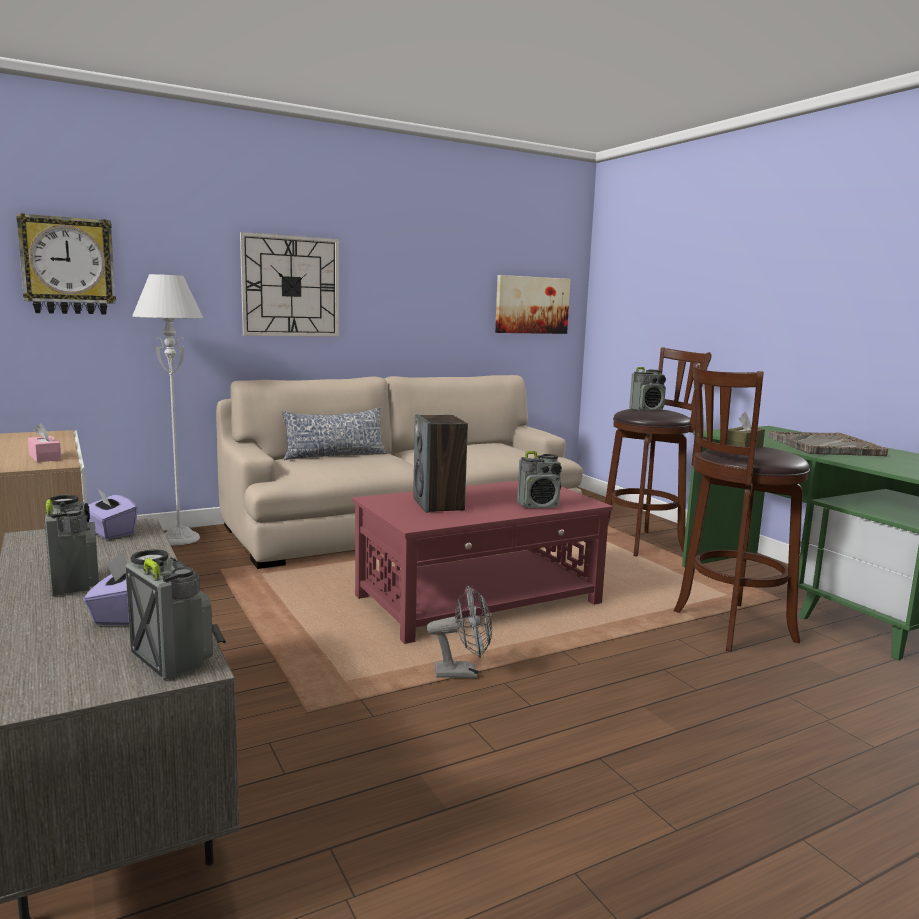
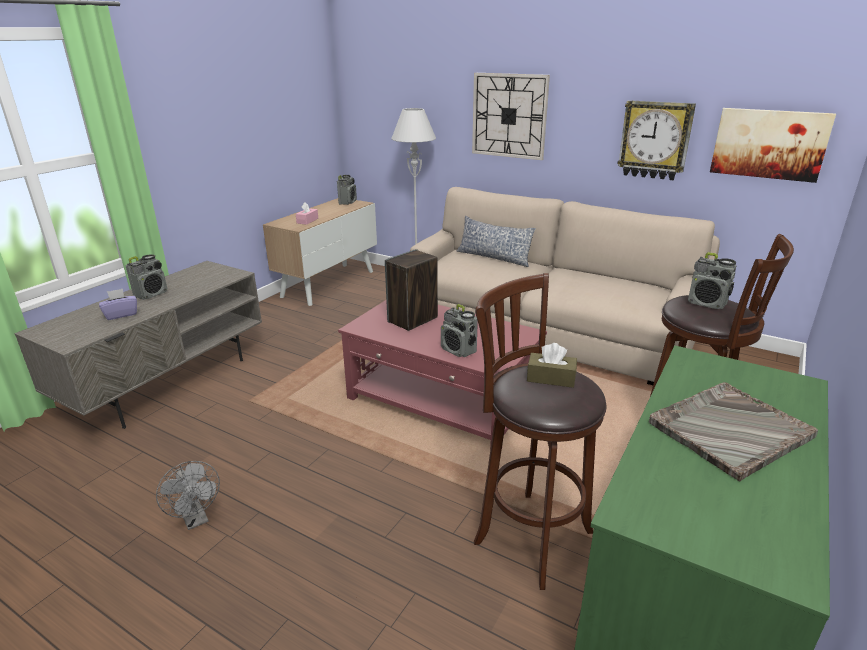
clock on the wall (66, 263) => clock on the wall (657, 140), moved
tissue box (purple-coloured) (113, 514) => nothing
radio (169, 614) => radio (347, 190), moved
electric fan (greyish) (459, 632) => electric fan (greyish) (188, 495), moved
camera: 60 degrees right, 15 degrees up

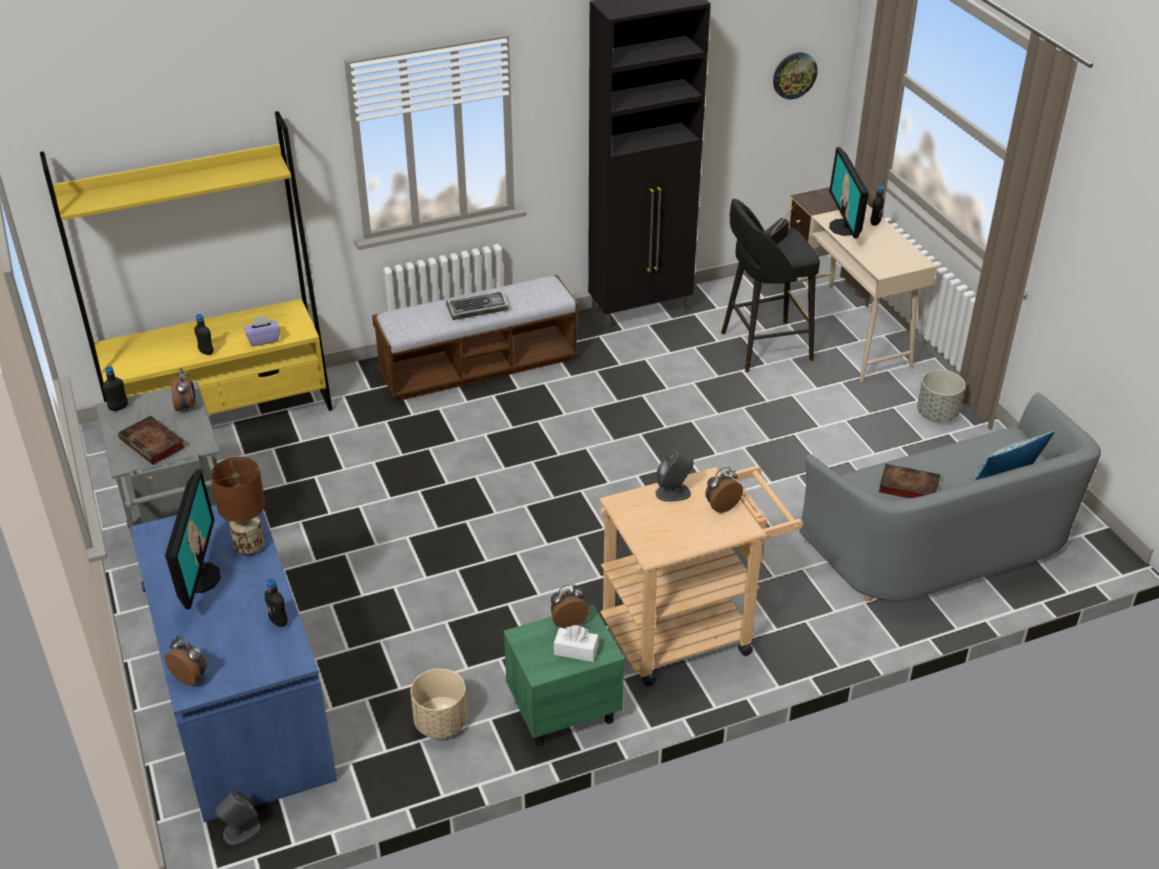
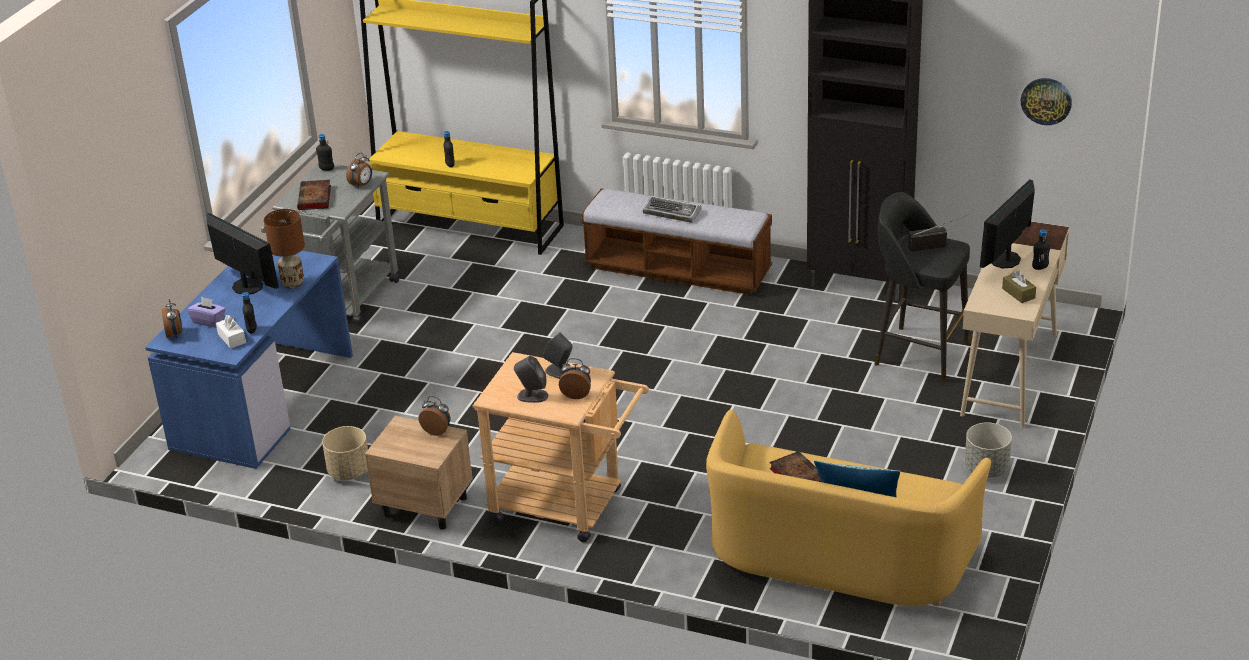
tissue box (purple-coloured) (262, 331) => tissue box (purple-coloured) (206, 312), moved
settee (greyish) (950, 496) => settee (yellowish) (848, 508)
computer display (193, 539) => computer display (242, 253), 90 degrees counterclockwise
night table (greenish) (564, 675) => night table (beige) (419, 473)
tissue box (white-coloured) (576, 643) => tissue box (white-coloured) (231, 331), moved
speaker (greyish) (238, 817) => speaker (greyish) (531, 379), moved
nothing => tissue box (brownish) (1019, 286)
camera: 45 degrees right, 5 degrees down

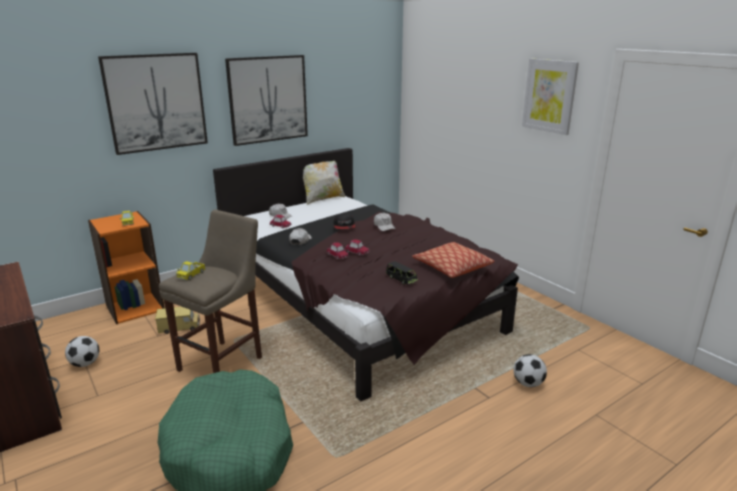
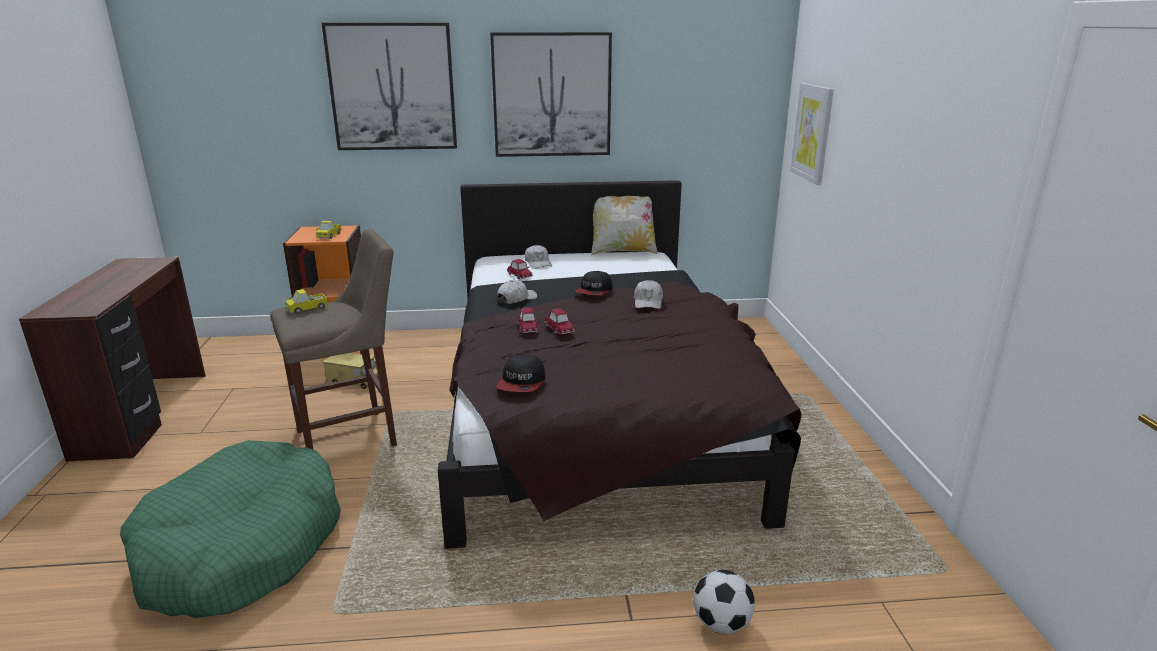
wall art (550, 96) => wall art (812, 134), moved
pillow (453, 260) => nothing
model car (black-coloured) (402, 273) => nothing
football (82, 351) => nothing
nothing => peaked cap (520, 373)
camera: 30 degrees right, 0 degrees up

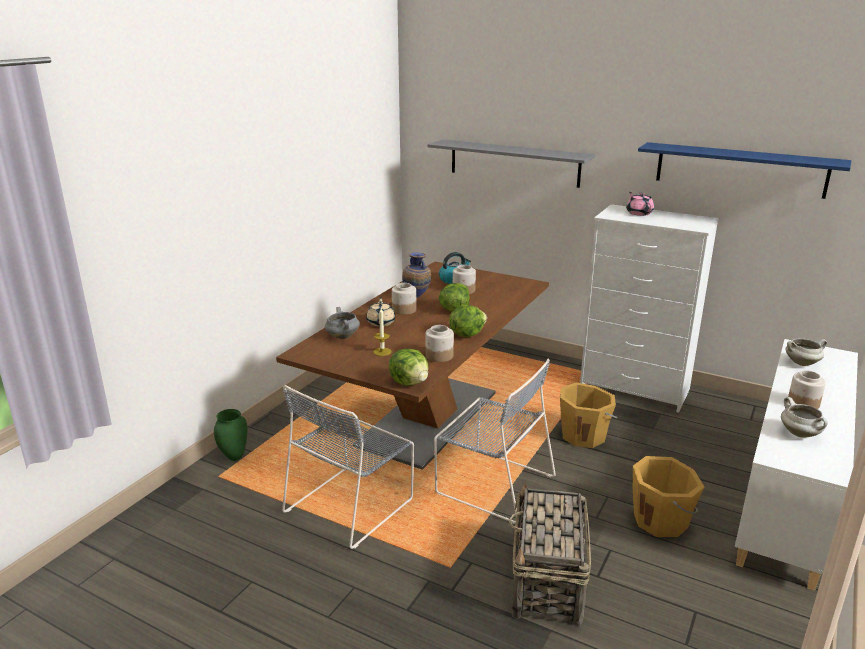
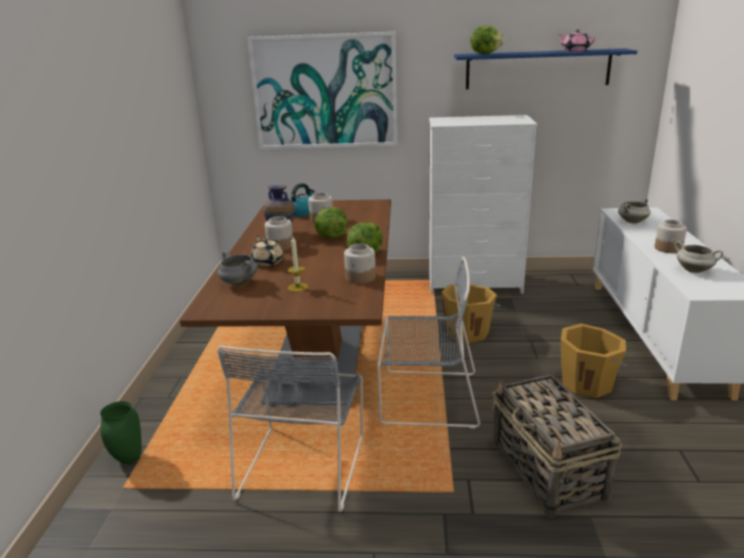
shelf (greyish) (511, 163) => wall art (322, 90)
teapot (pinkish) (640, 204) => teapot (pinkish) (576, 40), moved
lettuce (409, 367) => lettuce (487, 40), moved
camera: 25 degrees left, 0 degrees up

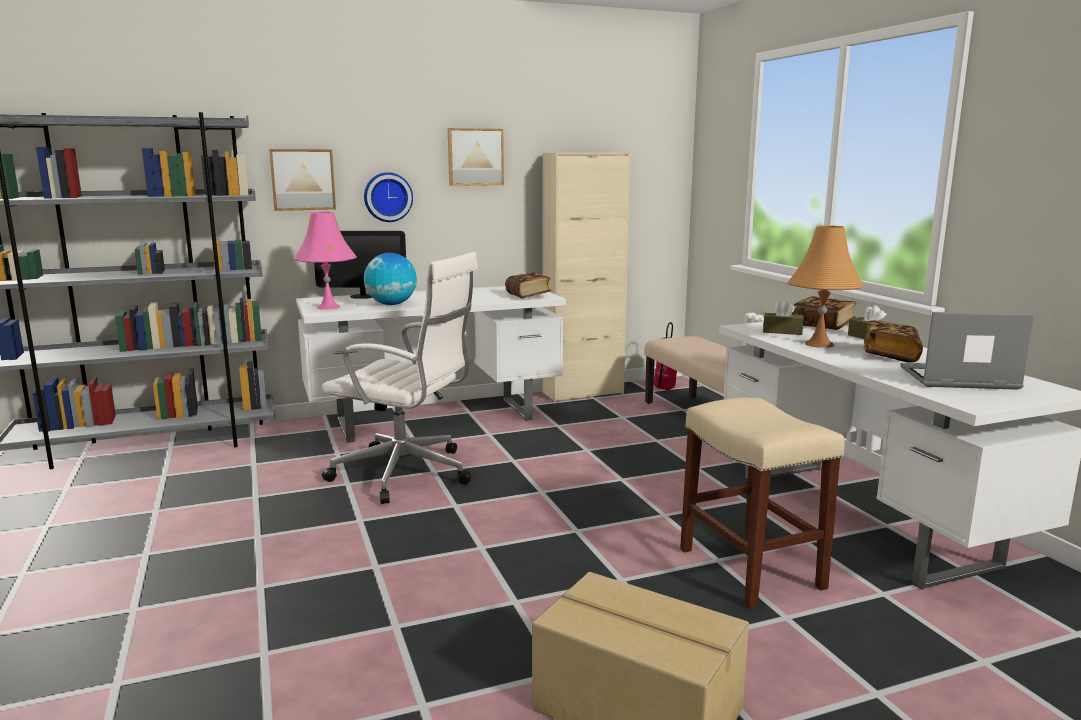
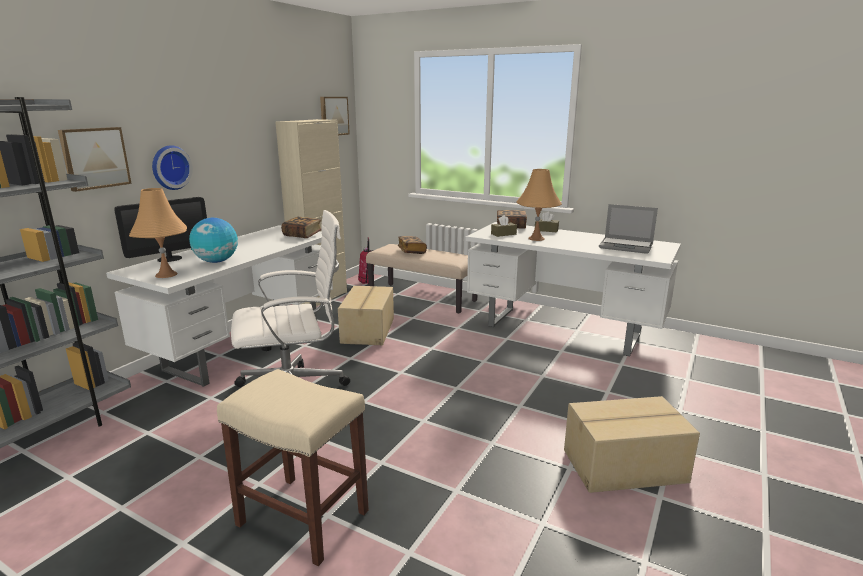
wall art (476, 157) => wall art (335, 116), moved
table lamp (pinkish) (325, 260) => table lamp (orange) (158, 233)
notebook computer (967, 351) => notebook computer (628, 229), 120 degrees counterclockwise
book (893, 341) => book (412, 245), moved
stool seat (beige) (762, 502) => stool seat (beige) (293, 467), moved
nothing => cardboard box (366, 315)
camera: 40 degrees left, 5 degrees up

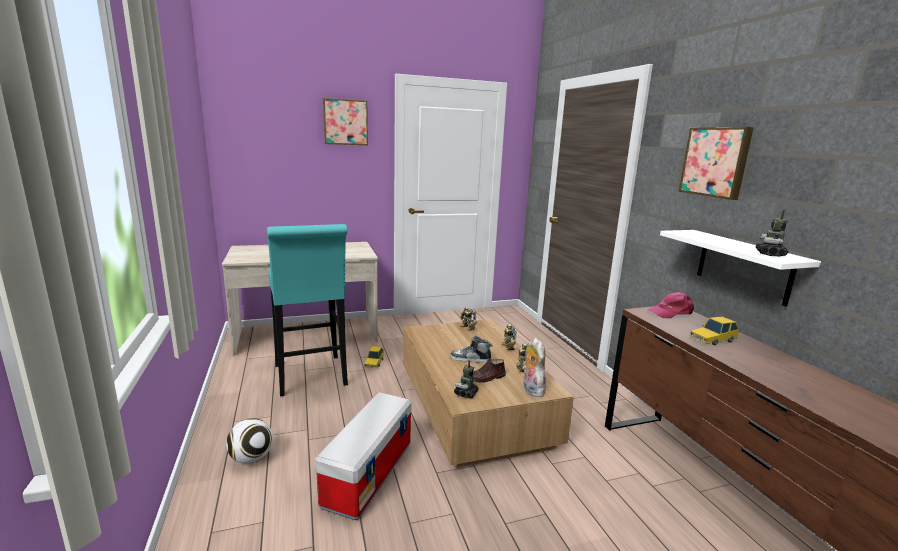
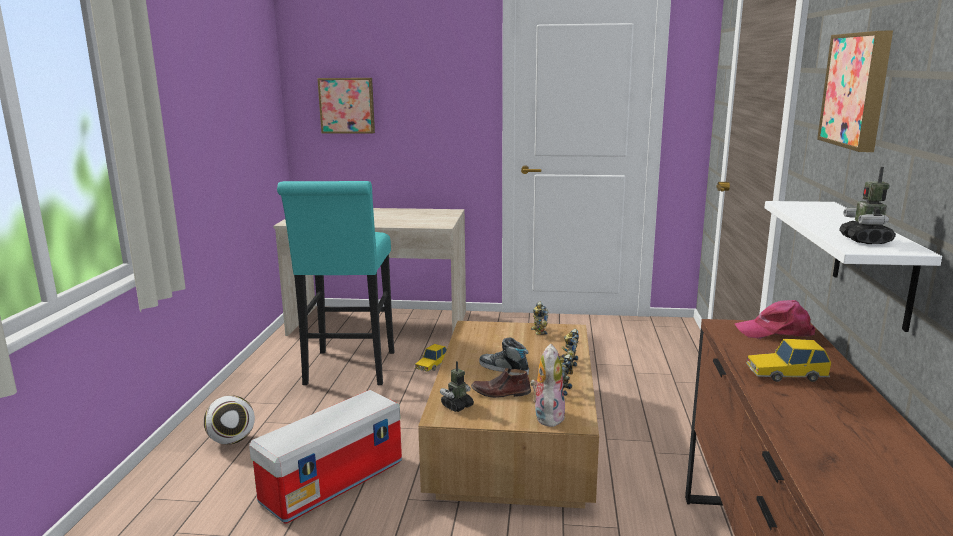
wall art (345, 121) => wall art (346, 106), moved
model robot (771, 233) => model robot (867, 205), 45 degrees counterclockwise
camera: 25 degrees right, 0 degrees up

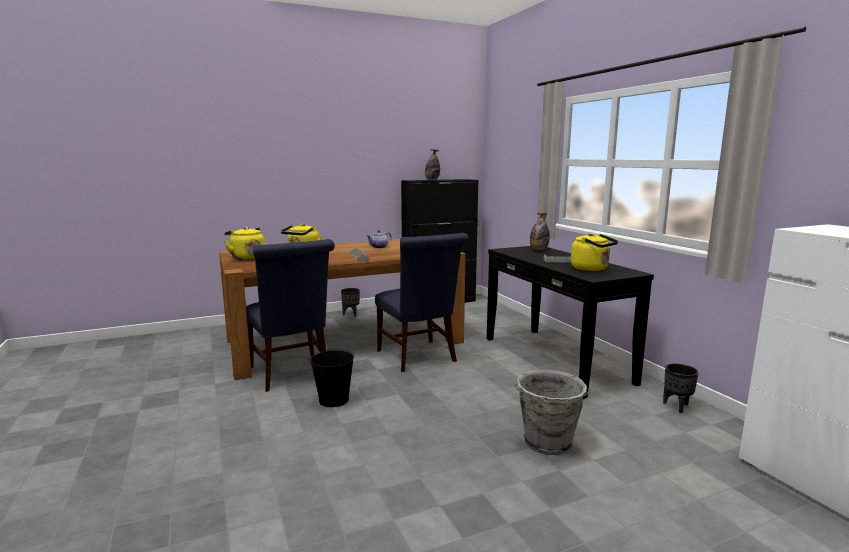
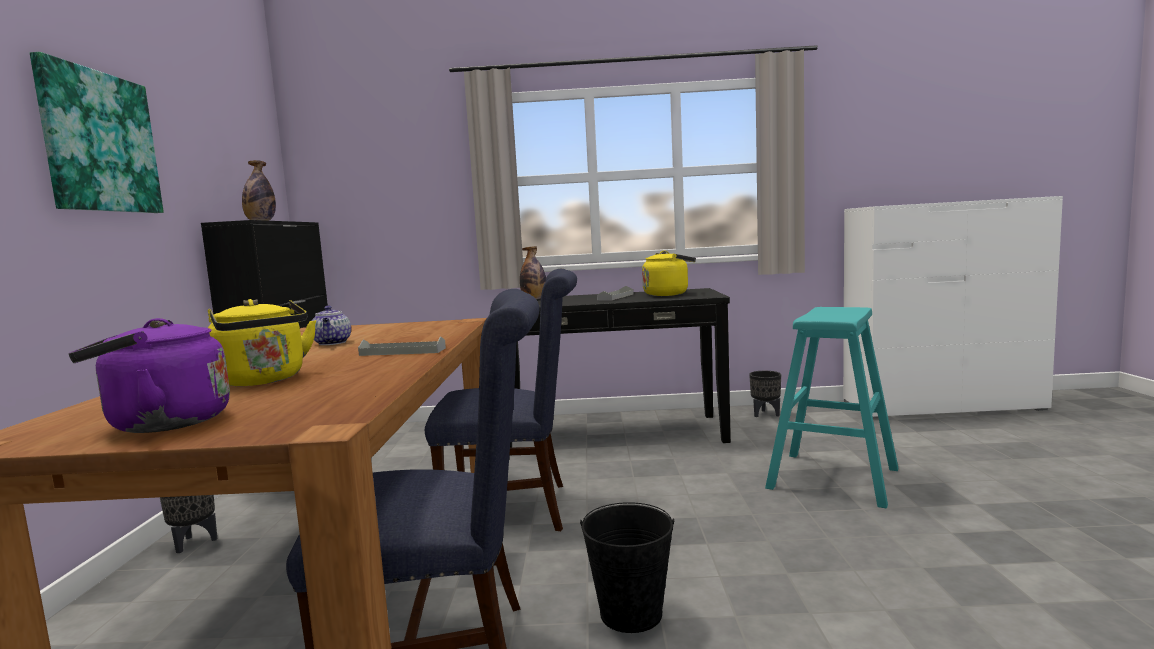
water kettle (yellowish) (244, 243) => water kettle (purple-coloured) (149, 375)
pail (greyish) (552, 412) => stool seat (blue-green) (832, 408)
nothing => wall art (97, 132)
camera: 65 degrees left, 5 degrees down

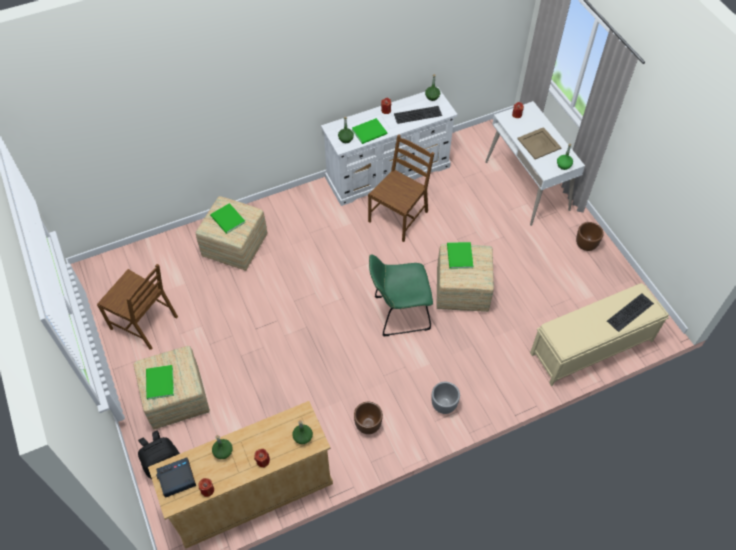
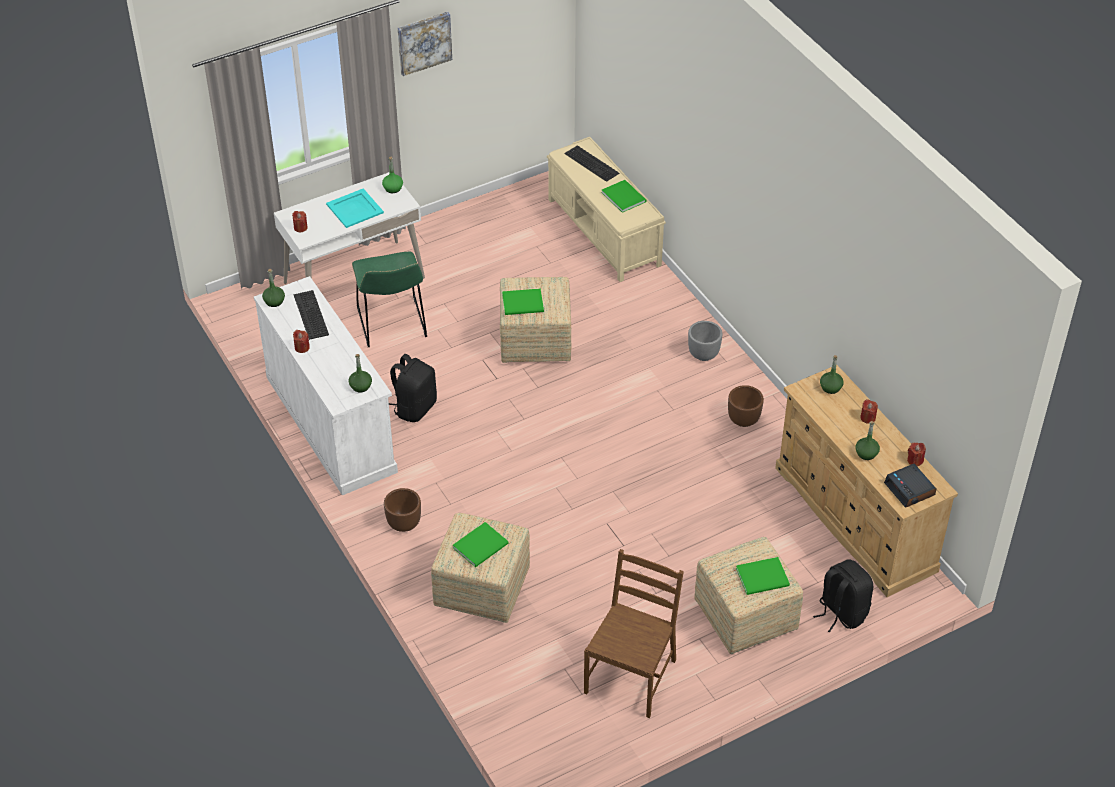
book (greenish) (369, 131) => book (greenish) (623, 196), moved
carrying tray (beige) (539, 143) => carrying tray (blue-green) (355, 208)
upright chair (brownish) (401, 188) => knapsack (black-coloured) (413, 388)
planter (brownish) (590, 236) => planter (brownish) (402, 510), moved
upright chair (greenish) (401, 295) => upright chair (greenish) (389, 299), moved
nothing => wall art (425, 44)
camera: 95 degrees left, 10 degrees down

